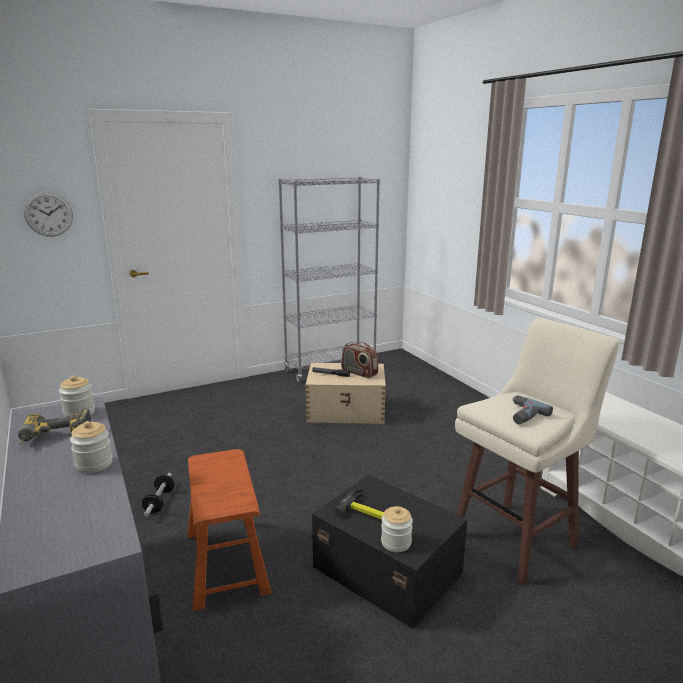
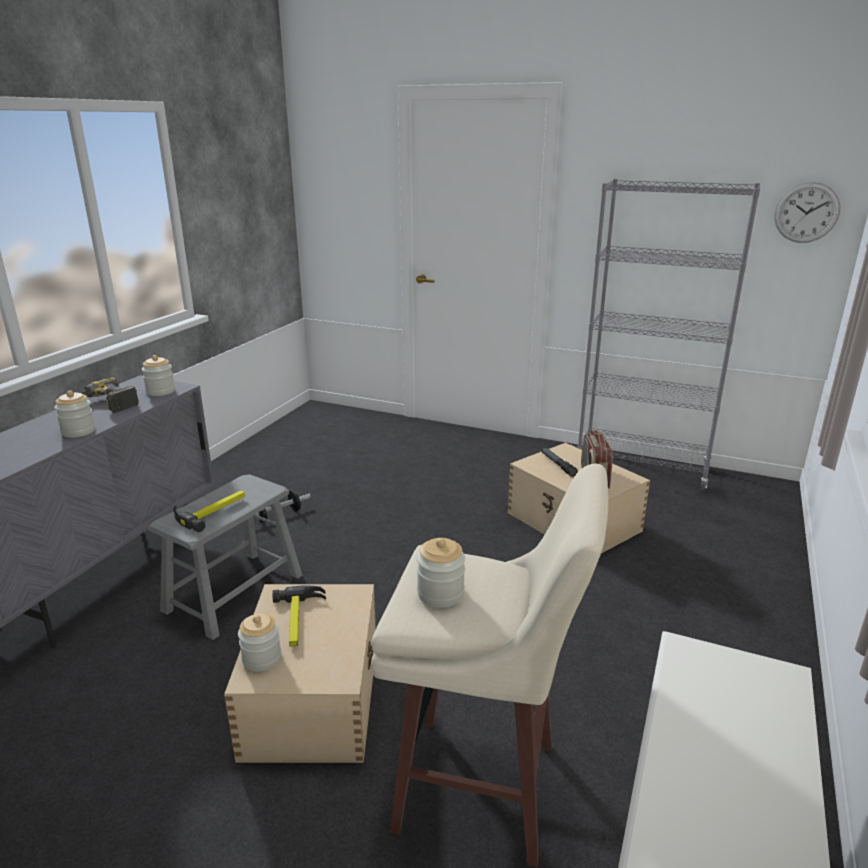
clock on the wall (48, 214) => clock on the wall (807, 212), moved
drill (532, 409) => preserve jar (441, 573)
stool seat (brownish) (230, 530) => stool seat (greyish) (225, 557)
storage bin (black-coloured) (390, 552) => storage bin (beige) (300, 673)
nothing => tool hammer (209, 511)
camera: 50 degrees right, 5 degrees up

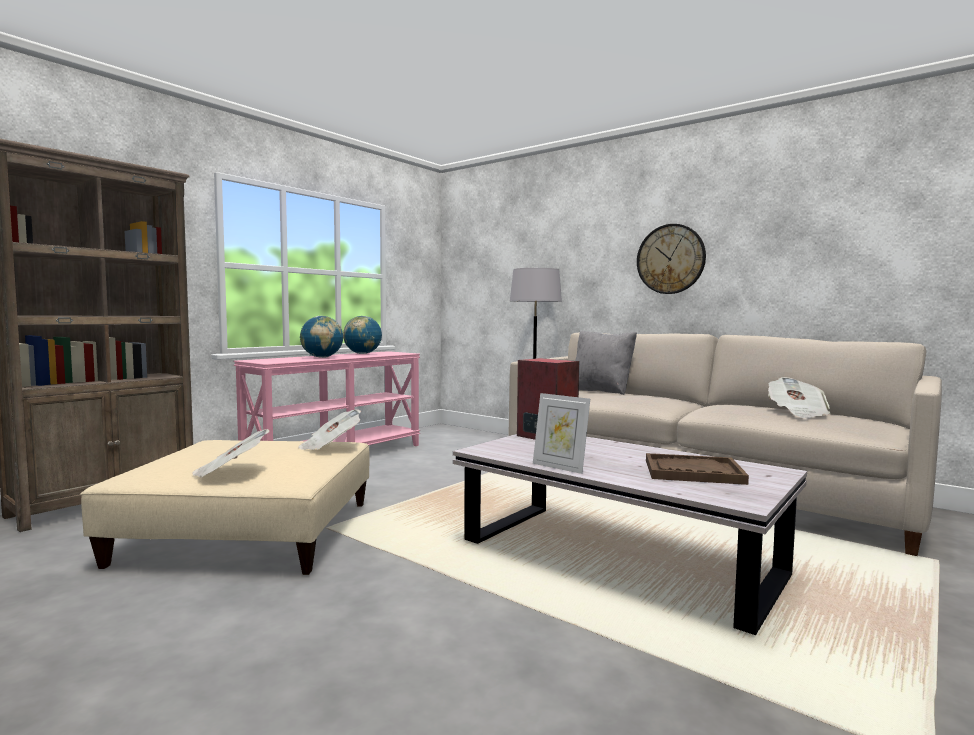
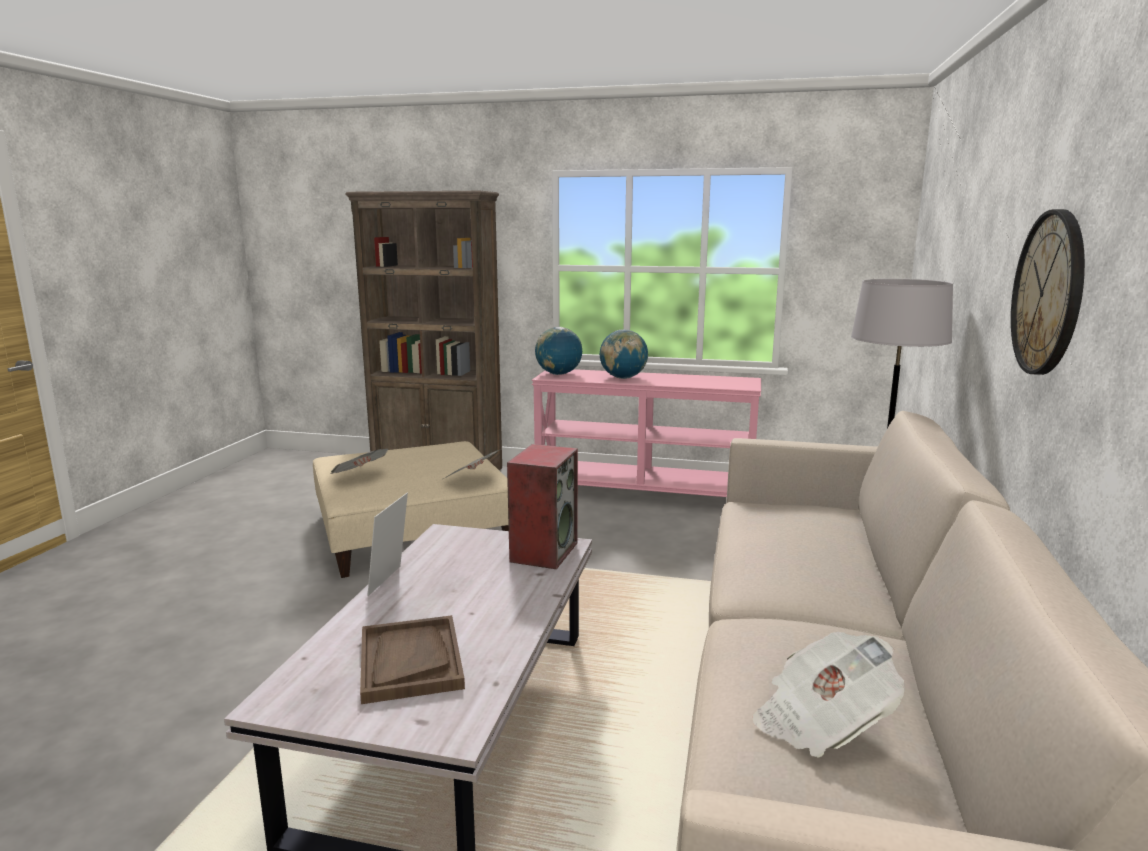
world globe (362, 335) => world globe (558, 351), moved
pillow (greyish) (606, 362) => nothing
camera: 65 degrees right, 10 degrees up

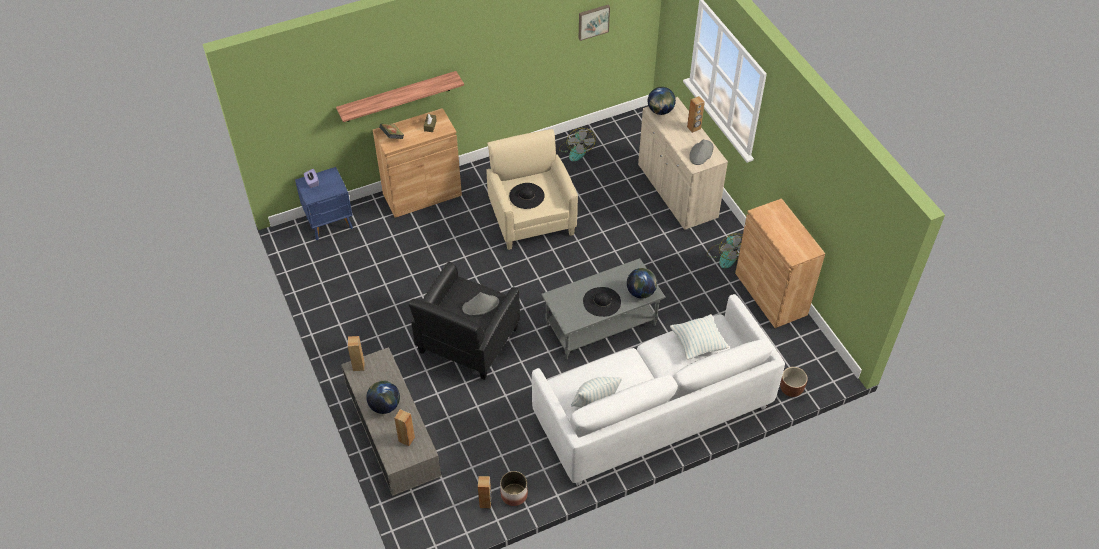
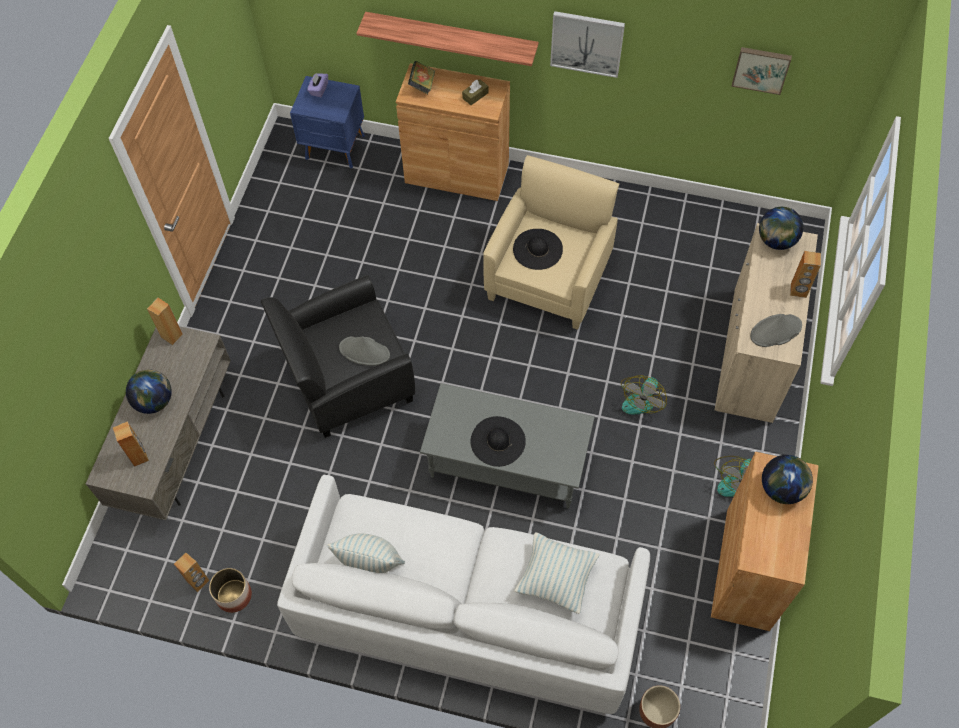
electric fan (577, 144) => electric fan (644, 394), moved
world globe (642, 283) => world globe (787, 479), moved
nothing => wall art (587, 44)
camera: 40 degrees right, 10 degrees up

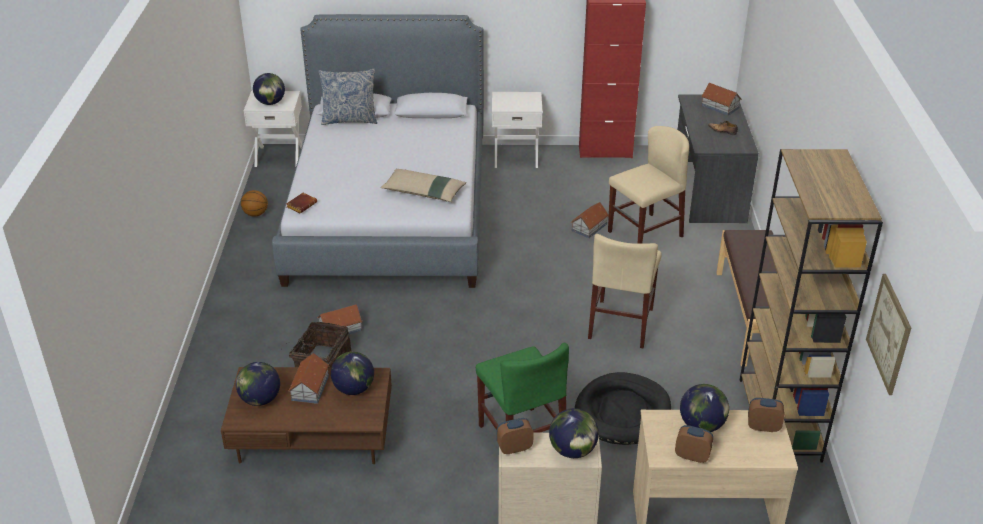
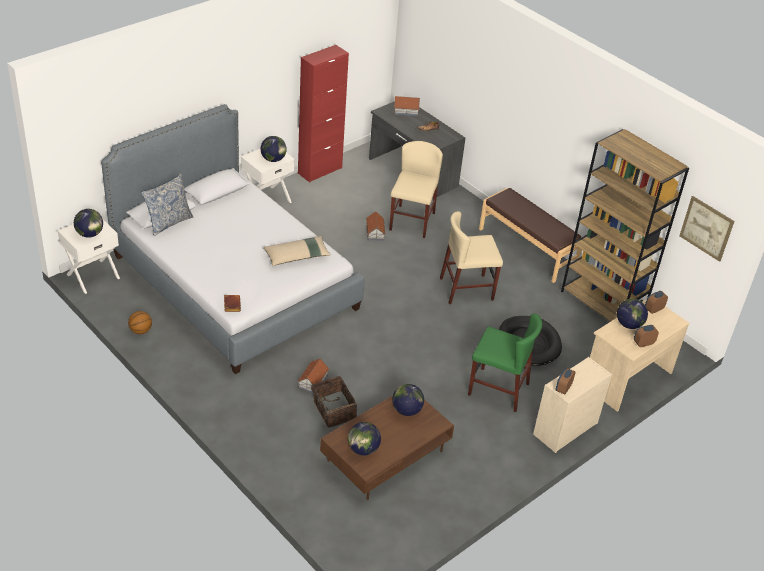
upright chair (beige) (625, 291) => upright chair (beige) (471, 257), 105 degrees clockwise
model house (309, 378) => nothing
world globe (574, 433) => world globe (274, 149), moved
camera: 45 degrees left, 5 degrees up

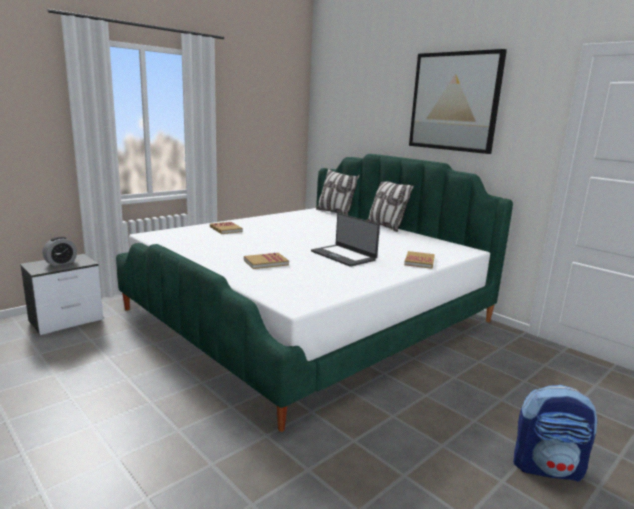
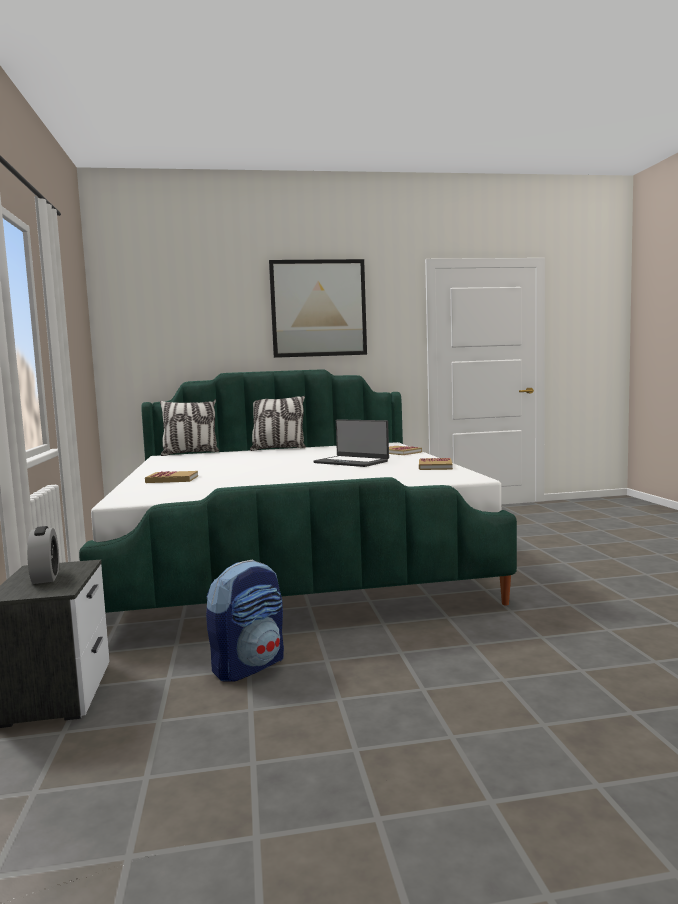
notebook computer (345, 240) => notebook computer (351, 443), 45 degrees clockwise
book (266, 261) => book (436, 464), moved
knapsack (555, 433) => knapsack (245, 621), moved
camera: 55 degrees left, 10 degrees down

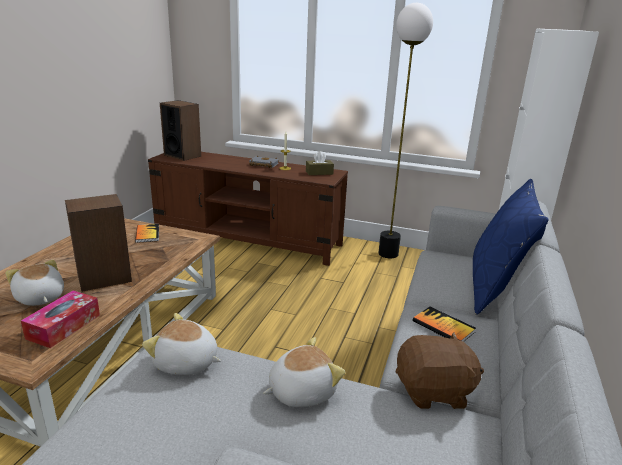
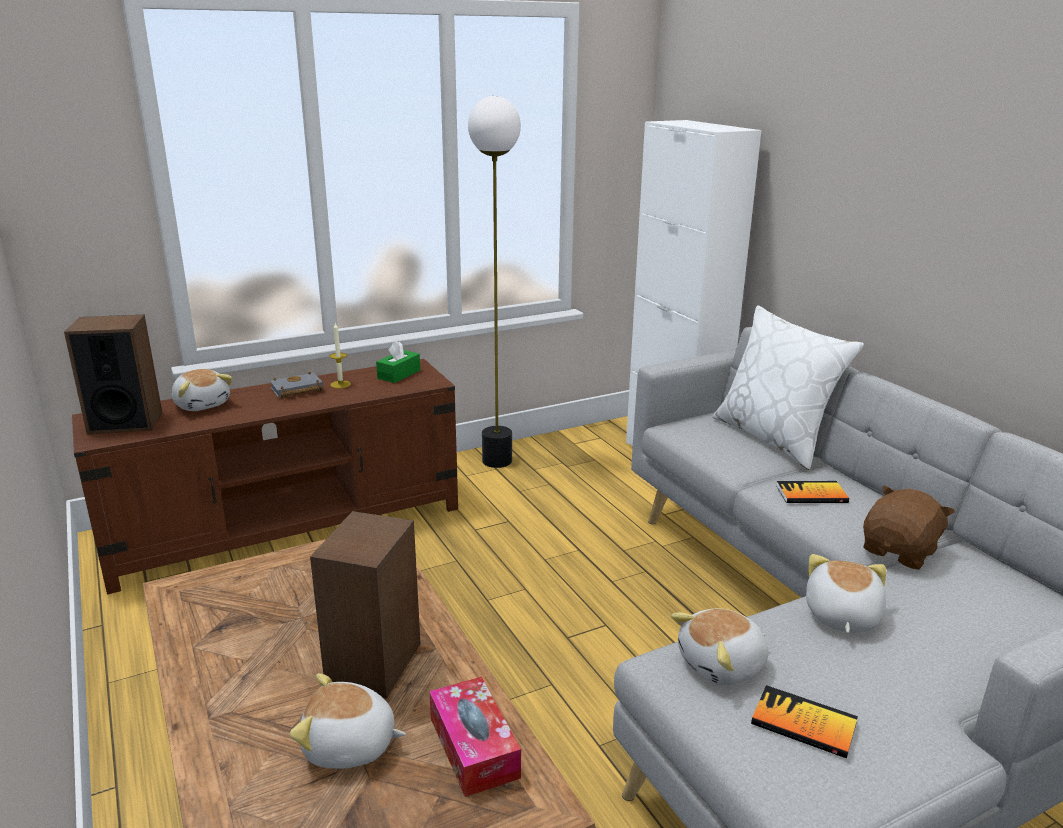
tissue box (brownish) (320, 163) => tissue box (greenish) (398, 361)
pillow (blue) (511, 247) => pillow (white-coloured) (788, 387)
book (147, 233) => book (804, 722), moved
nothing => soft toy (202, 390)
camera: 45 degrees left, 0 degrees up

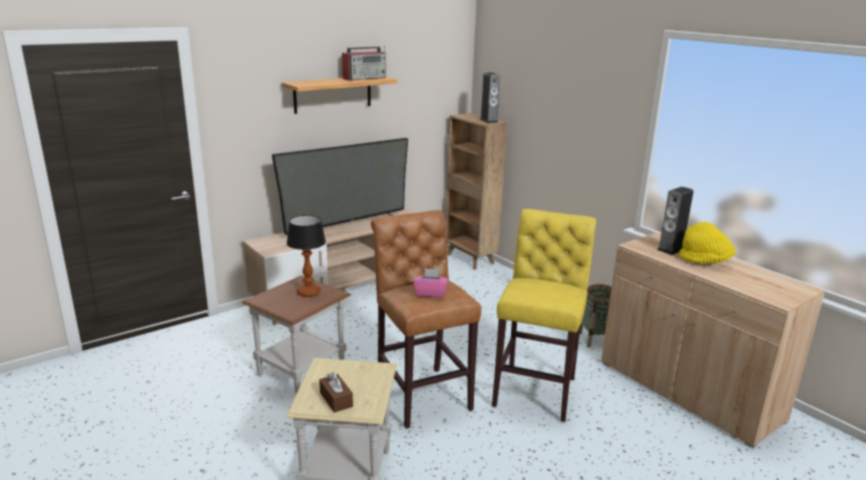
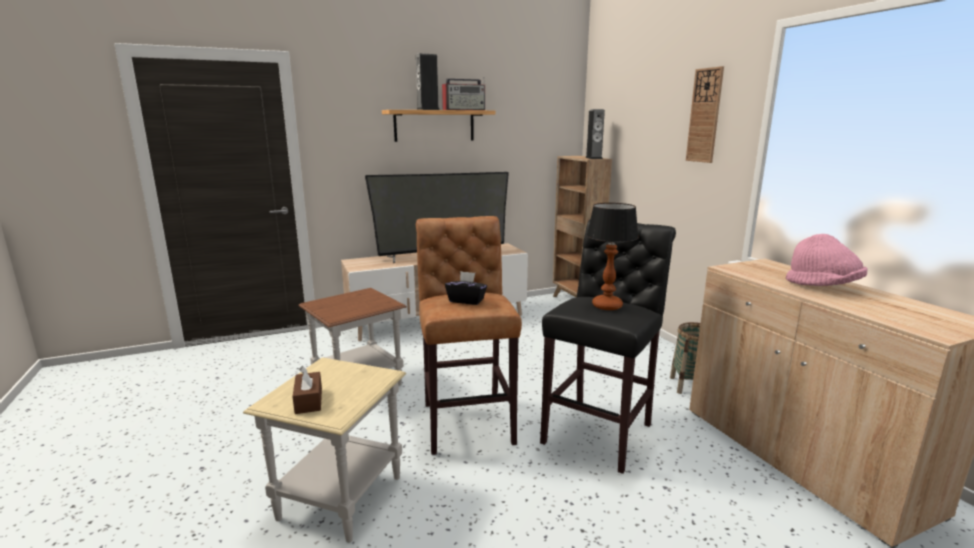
speaker (675, 221) => speaker (428, 81), moved
stool seat (yellowish) (544, 315) => stool seat (black-coloured) (608, 347)
table lamp (306, 256) => table lamp (612, 256), moved
hat (yellowish) (707, 243) => hat (pinkish) (827, 260)
tissue box (pinkish) (430, 282) => tissue box (black-coloured) (466, 288)
nothing => clock on the wall (705, 114)
camera: 15 degrees right, 5 degrees down

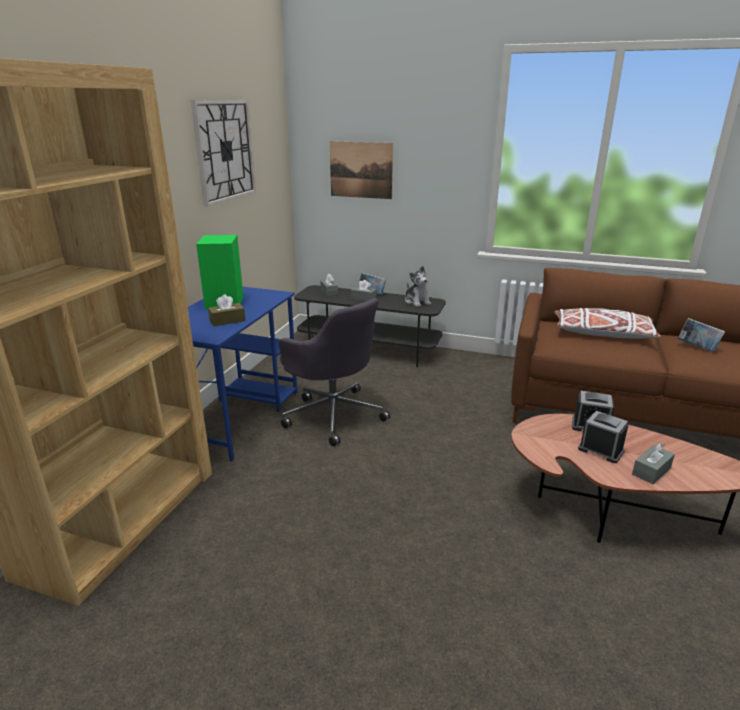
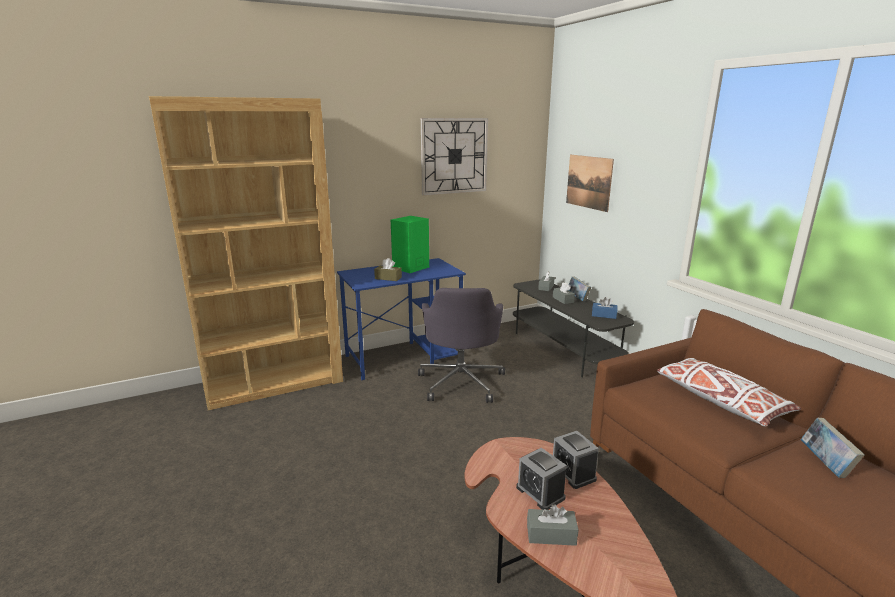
soft toy (418, 286) => tissue box (blue) (605, 308)
table clock (603, 437) => table clock (541, 479), 150 degrees clockwise
camera: 45 degrees right, 5 degrees down

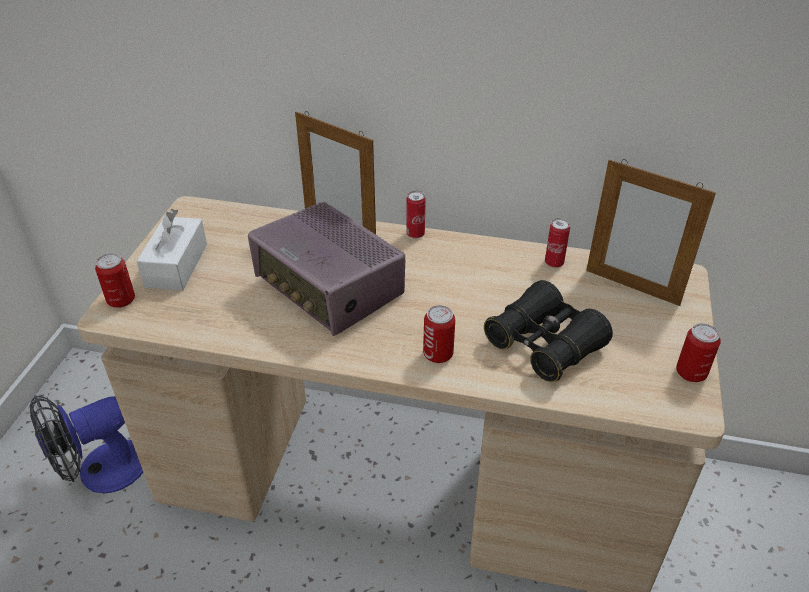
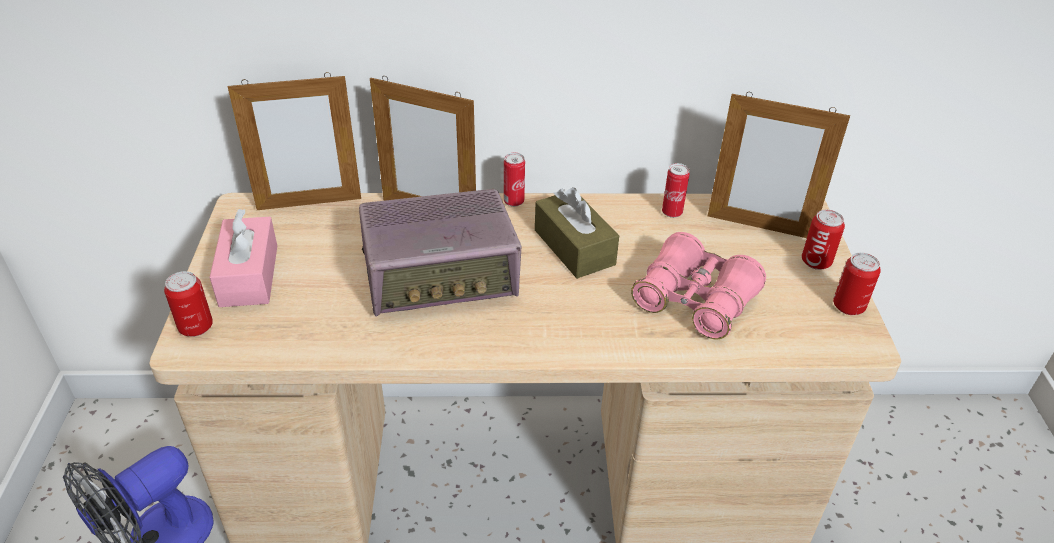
radio (326, 269) => radio (440, 253), 45 degrees counterclockwise
tissue box (white-coloured) (171, 250) => tissue box (pinkish) (243, 258)
field glasses (black-coloured) (548, 331) => field glasses (pinkish) (698, 285)
metal can (439, 334) => metal can (823, 240), moved
nothing => standing frame (294, 141)
nothing => tissue box (brownish) (577, 233)
camera: 15 degrees left, 0 degrees up

